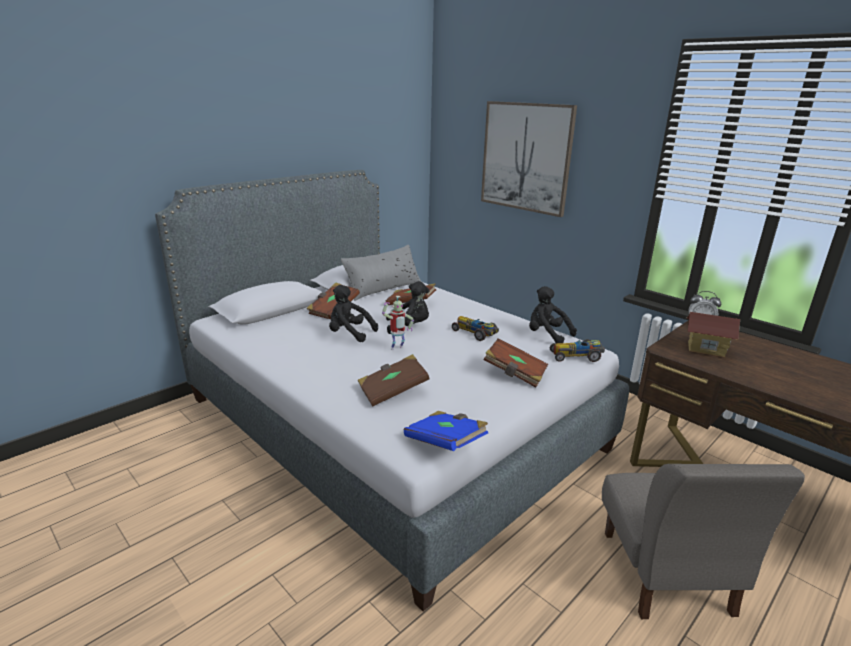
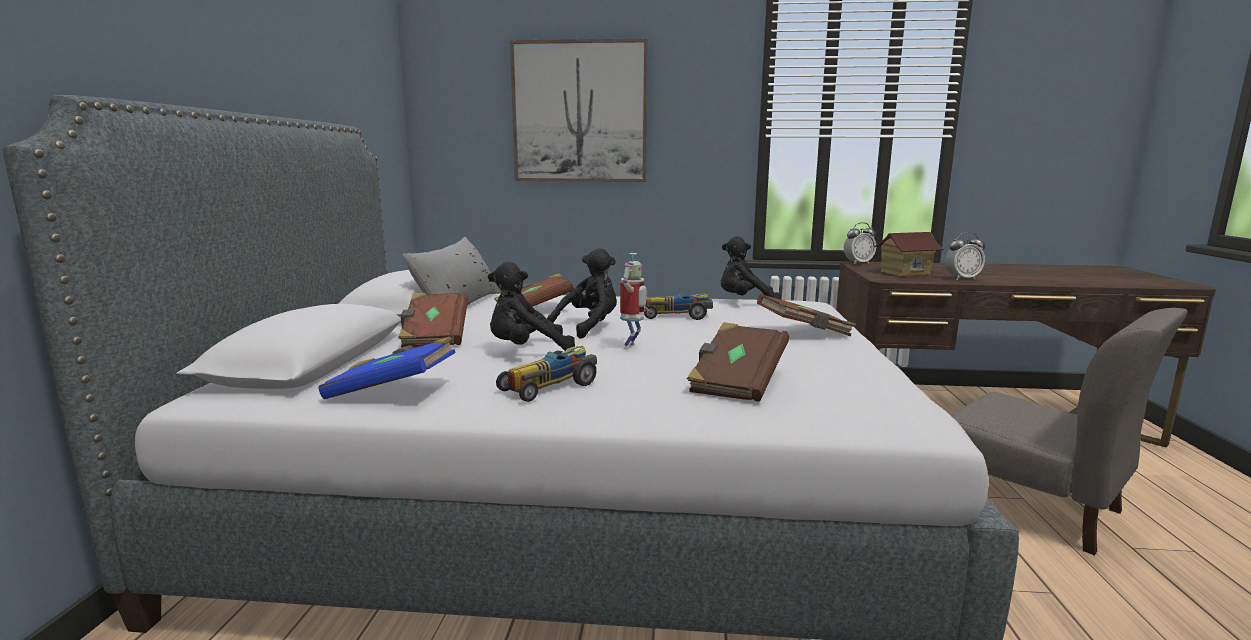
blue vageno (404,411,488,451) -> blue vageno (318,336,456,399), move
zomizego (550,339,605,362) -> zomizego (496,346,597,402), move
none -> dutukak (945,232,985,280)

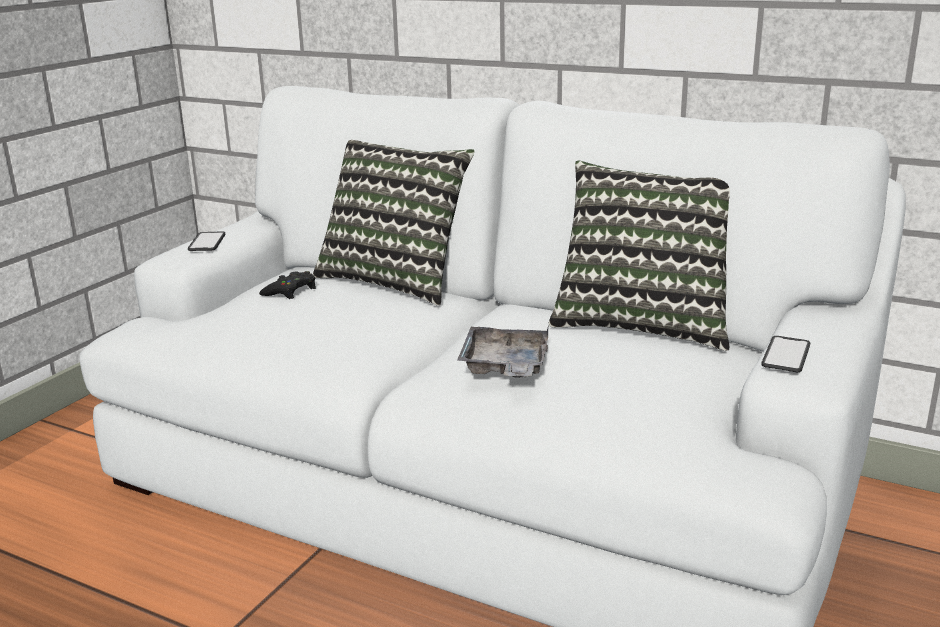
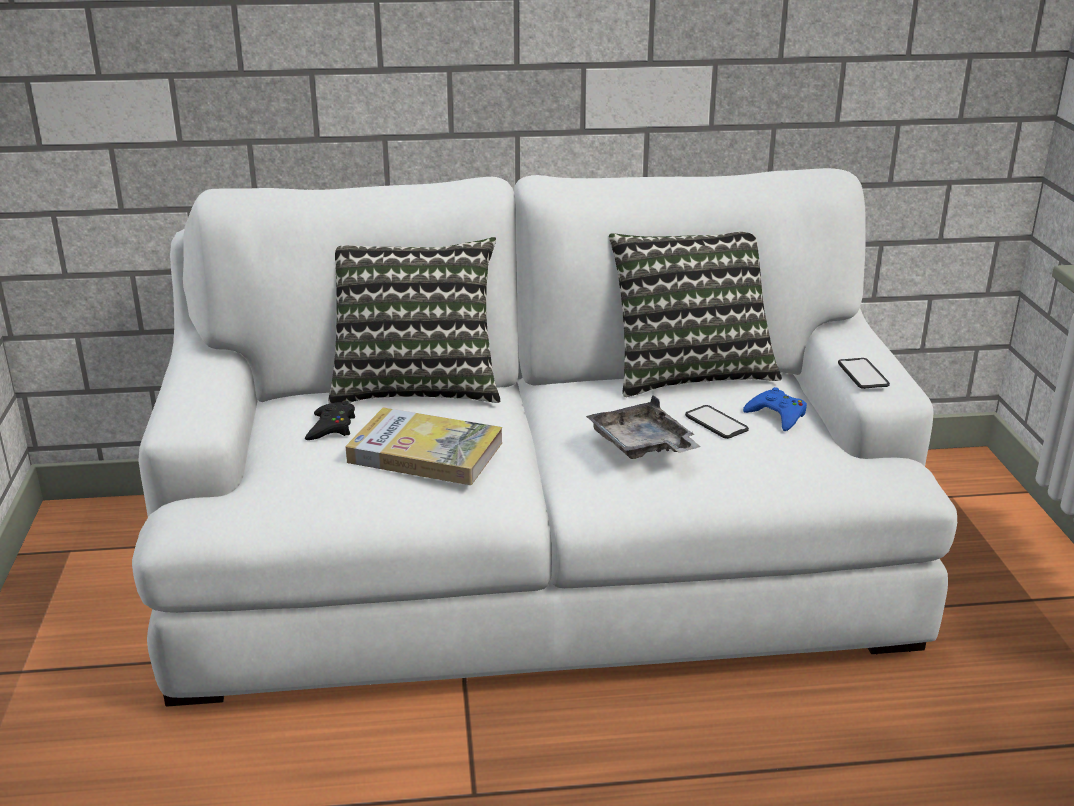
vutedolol (188,231,225,251) -> vutedolol (685,405,749,439), move
none -> vageno (345,408,503,485)
none -> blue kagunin (743,387,807,431)

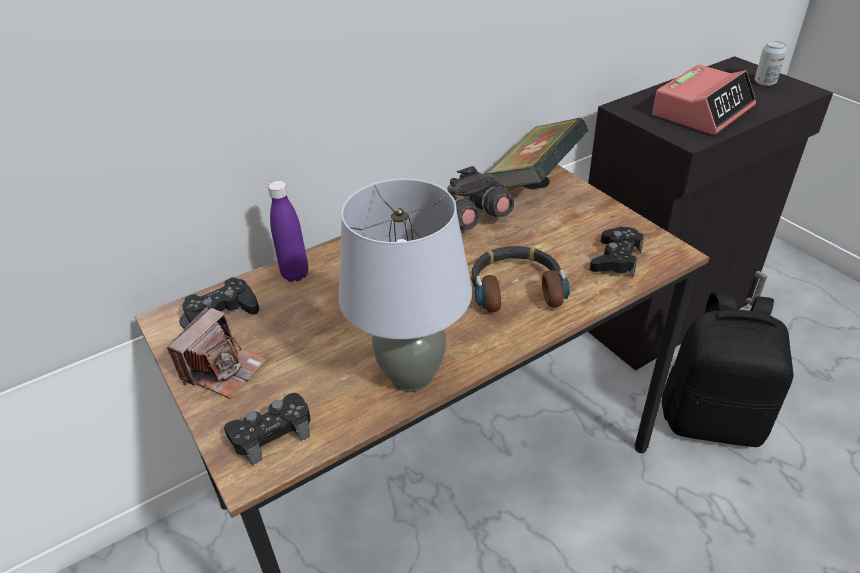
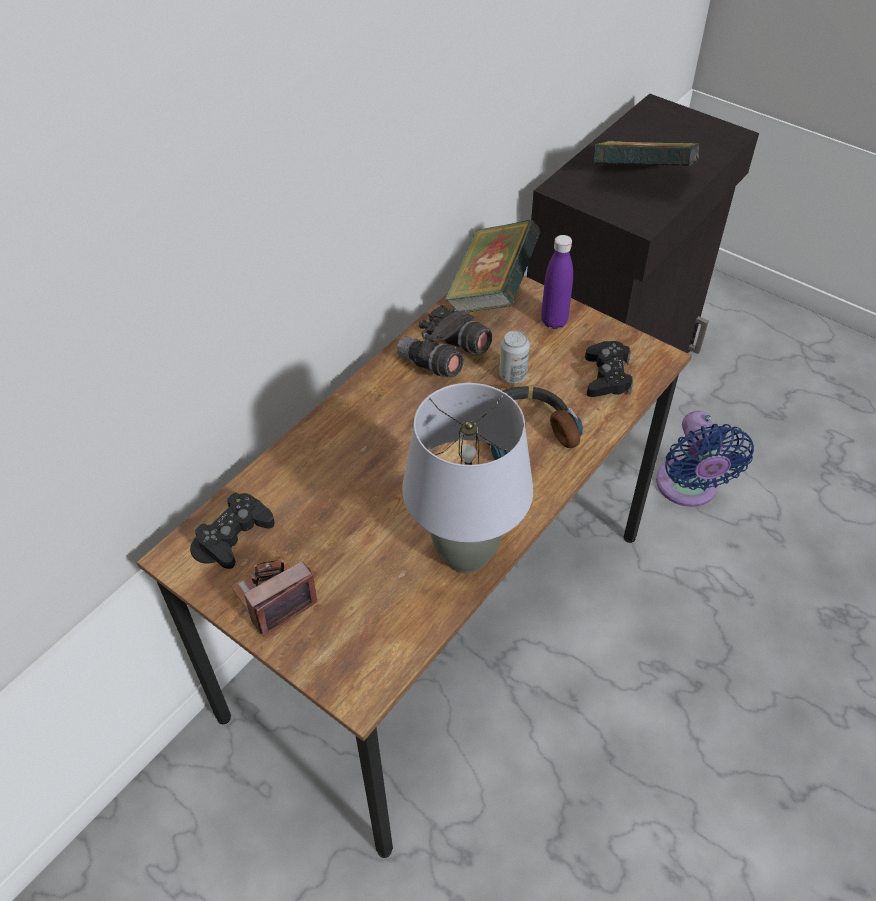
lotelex (167,307,267,399) -> lotelex (231,558,317,637), 135 degrees counterclockwise
black kagunin (224,393,311,465) -> none
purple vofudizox (268,181,308,282) -> purple vofudizox (541,235,573,329), move
dutukak (652,65,756,135) -> vageno (594,140,699,166)
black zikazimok (662,292,793,447) -> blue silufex (656,411,754,507)
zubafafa (755,41,786,86) -> zubafafa (499,330,530,384), move

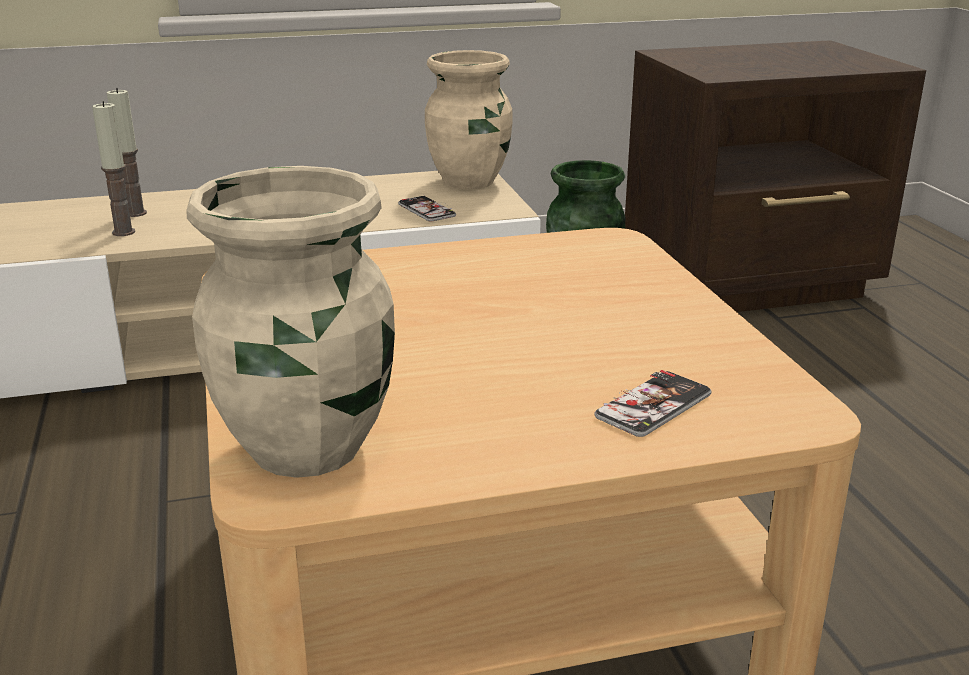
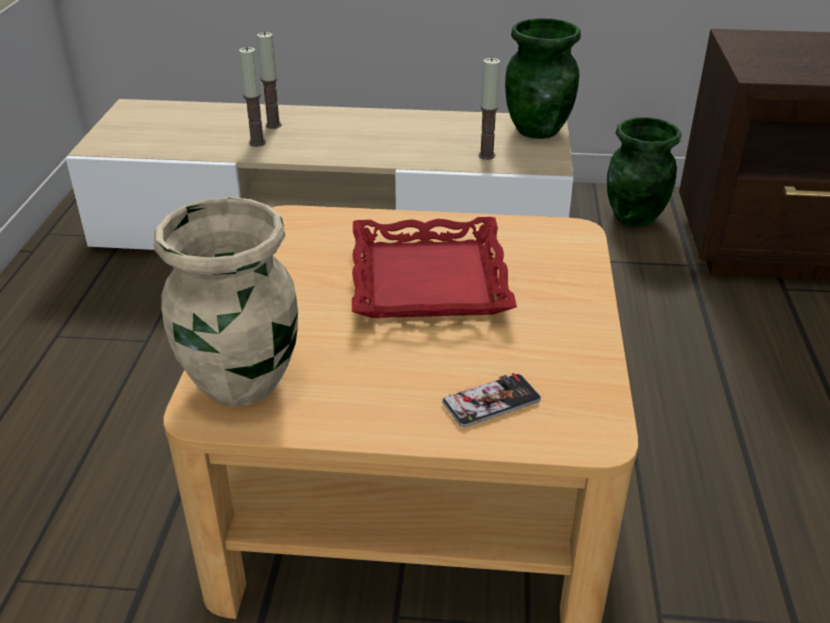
vutedolol (398,196,456,221) -> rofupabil (478,57,500,160)
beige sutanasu (425,50,512,189) -> green sutanasu (505,18,581,139)
none -> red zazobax (352,217,517,318)

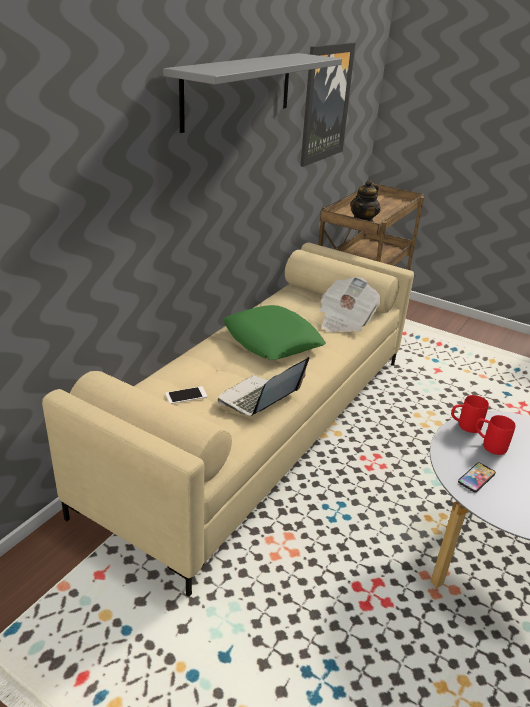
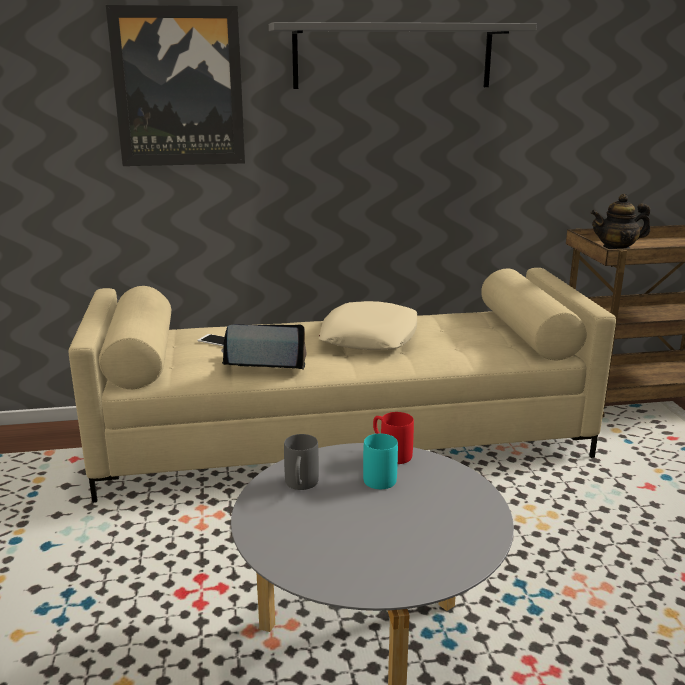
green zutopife (223,305,326,360) -> beige zutopife (319,301,417,350)
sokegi (300,42,355,167) -> sokegi (106,5,245,166), move
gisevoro (320,277,381,332) -> none
vutedolol (458,462,496,492) -> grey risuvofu (284,434,319,490)
red risuvofu (475,415,516,455) -> turquoise risuvofu (363,434,398,489)

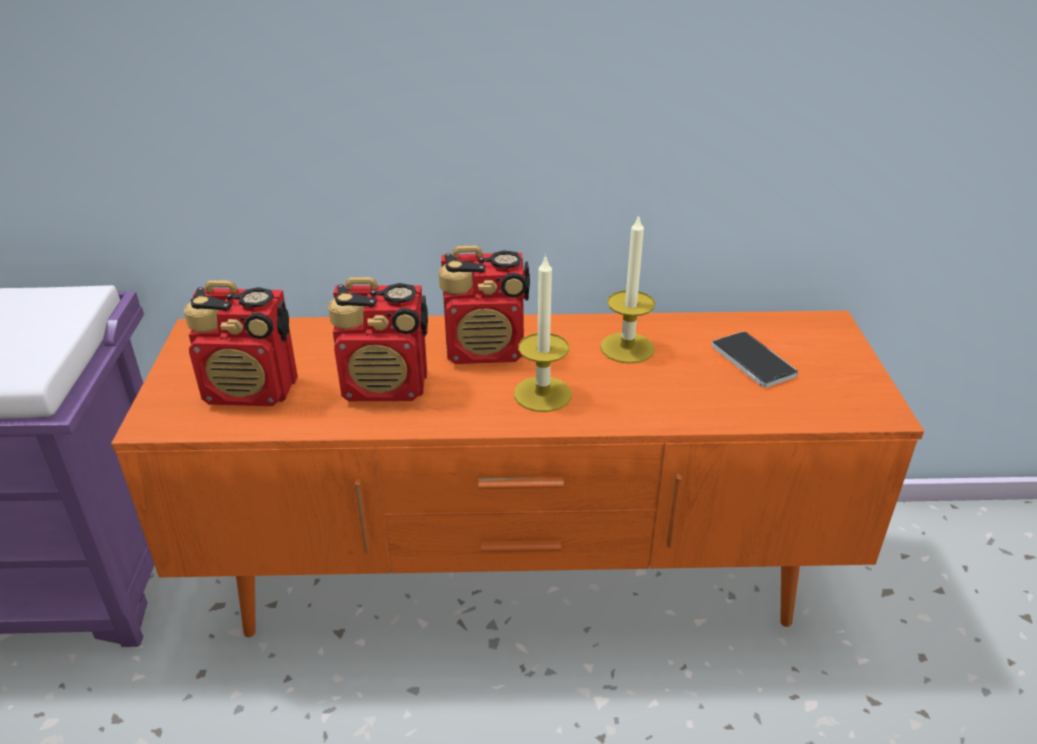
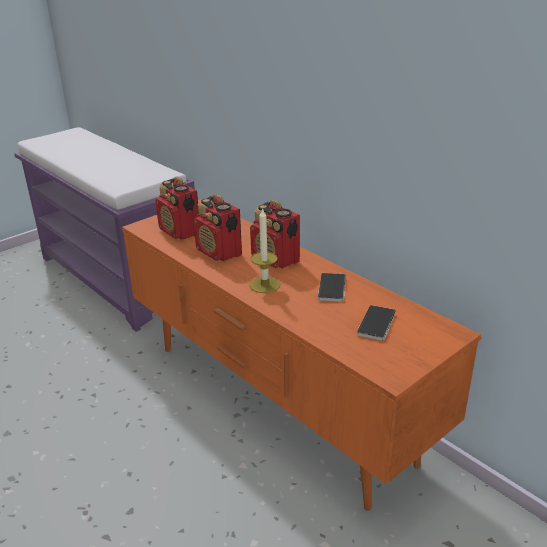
rofupabil (600,214,655,364) -> vutedolol (318,273,346,302)

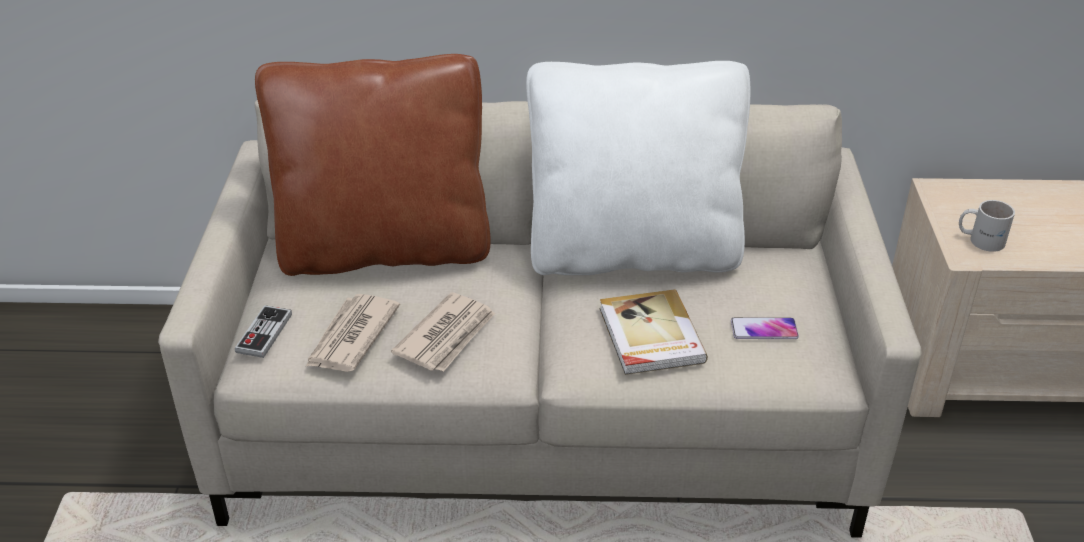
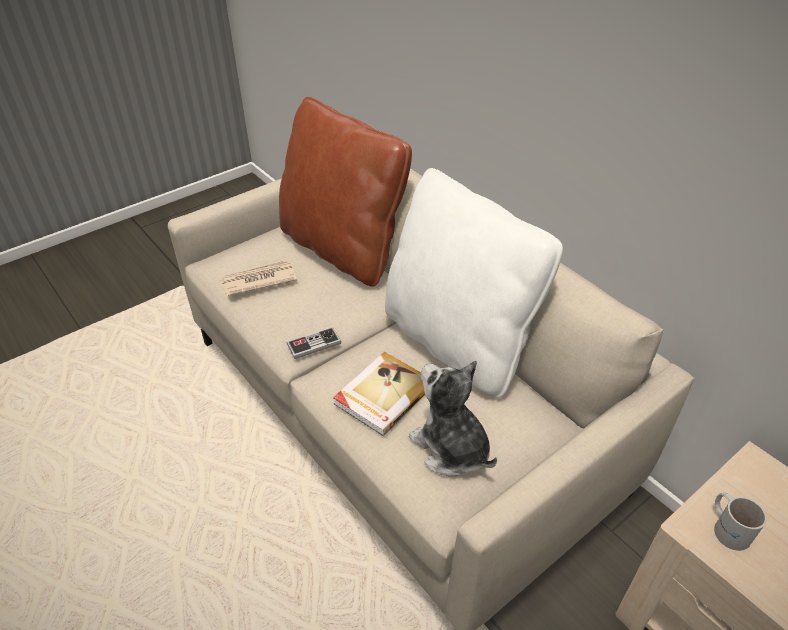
kagunin (235,305,292,358) -> kagunin (286,327,341,359), move
gisevoro (391,292,495,372) -> none
vutedolol (731,317,799,339) -> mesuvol (409,361,497,477)

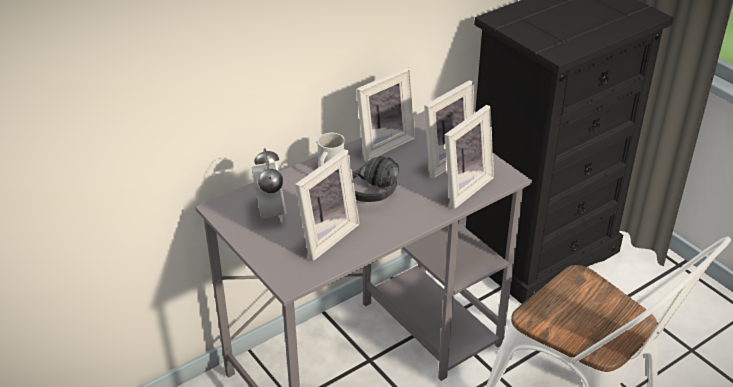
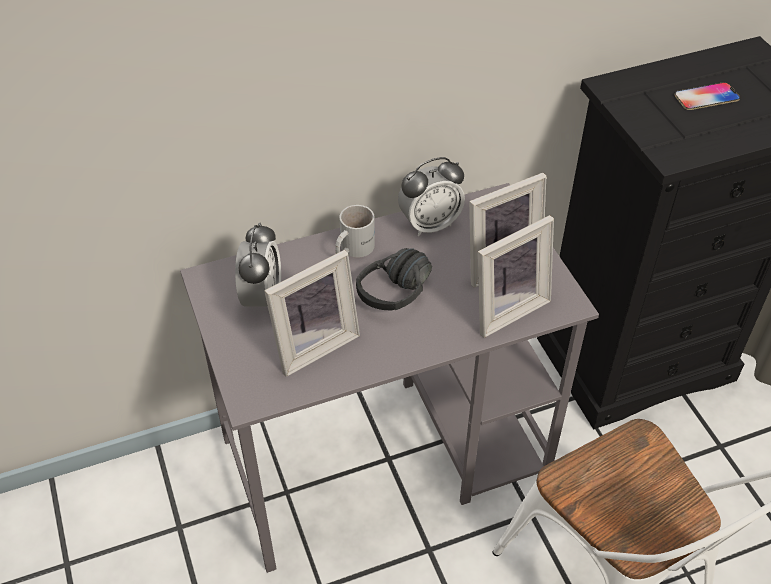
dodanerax (356,67,415,162) -> dutukak (398,157,465,236)
none -> vutedolol (674,82,740,110)

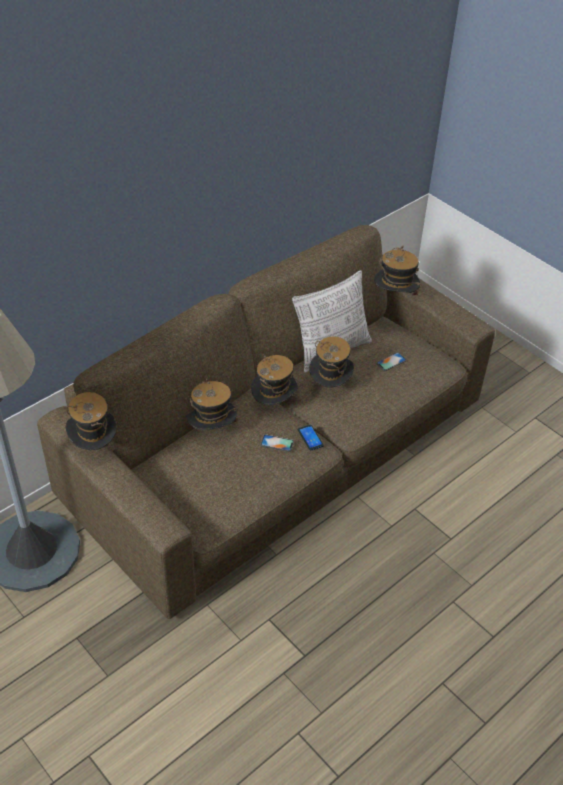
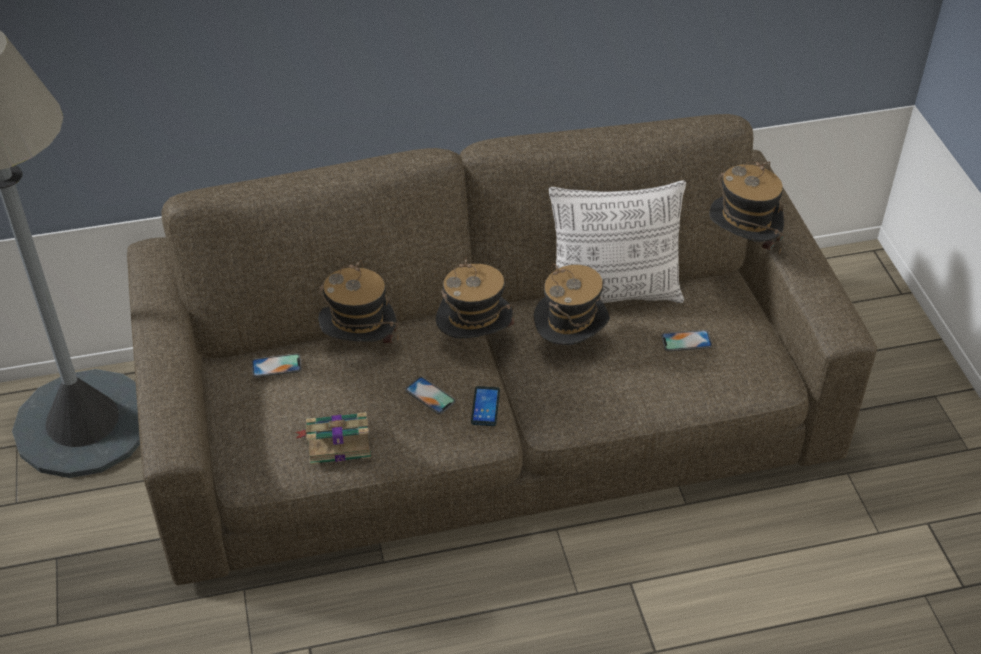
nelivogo (65,392,117,450) -> none
none -> vutedolol (252,353,302,377)
none -> vageno (296,412,371,465)

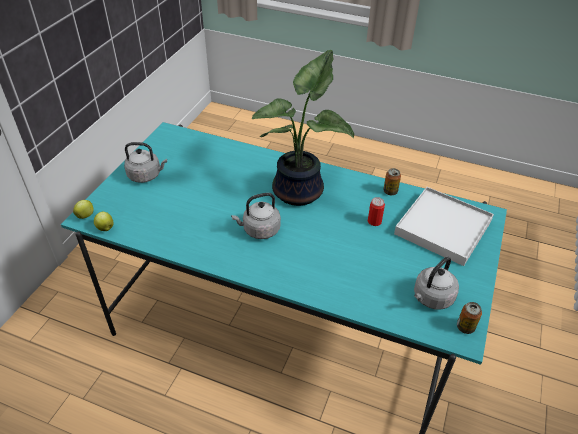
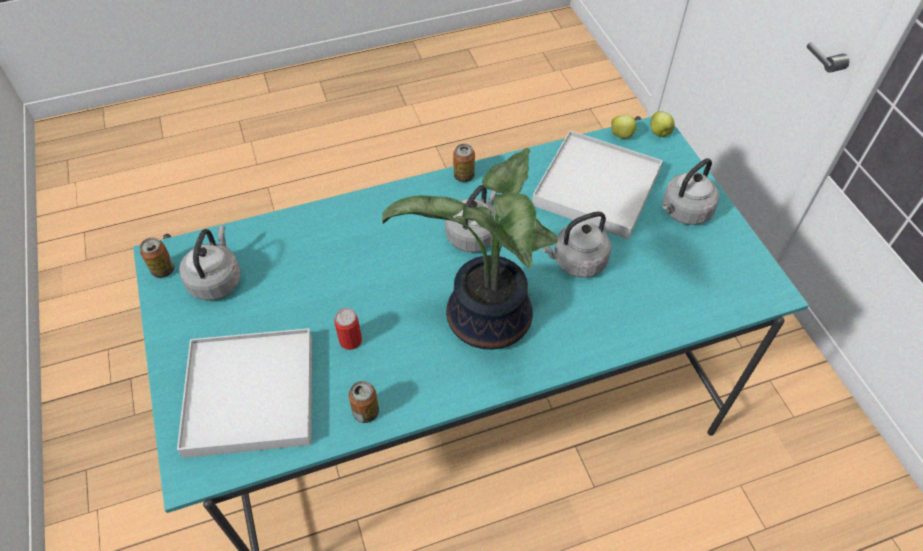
none -> zubafafa (453,144,475,182)
none -> white zazobax (532,131,663,239)
none -> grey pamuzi (542,211,611,278)

